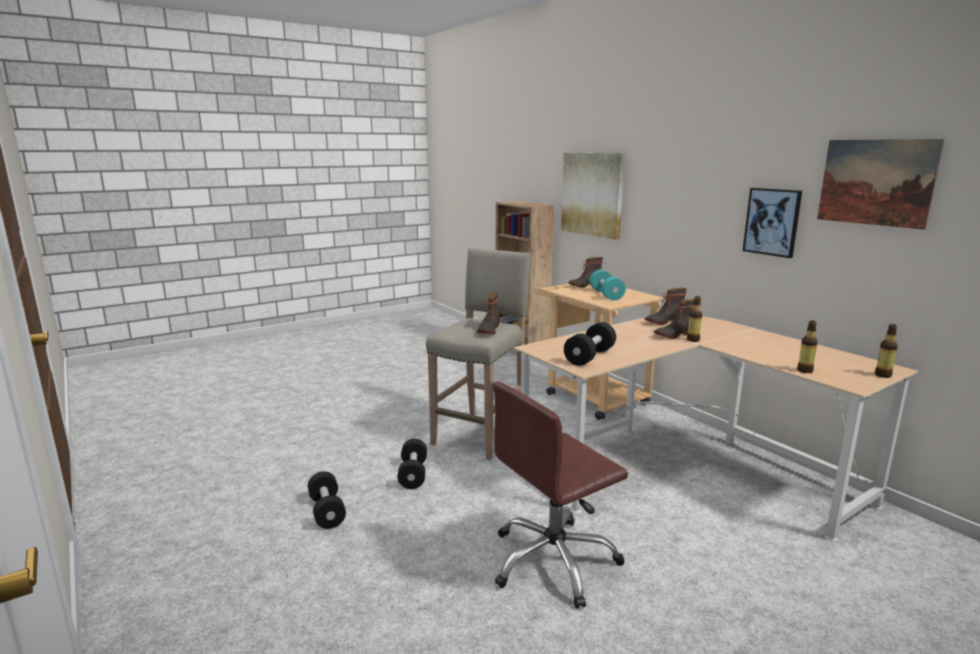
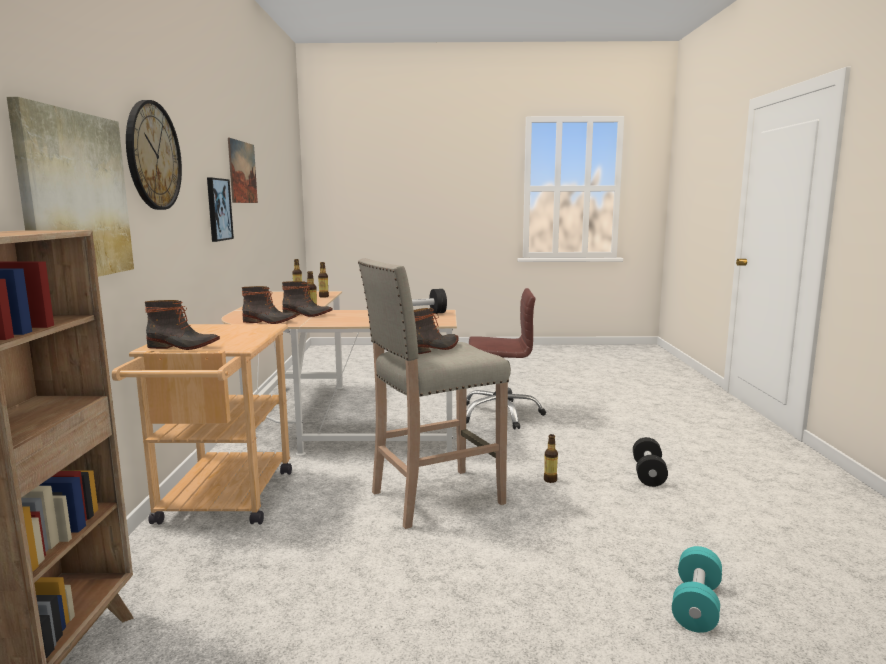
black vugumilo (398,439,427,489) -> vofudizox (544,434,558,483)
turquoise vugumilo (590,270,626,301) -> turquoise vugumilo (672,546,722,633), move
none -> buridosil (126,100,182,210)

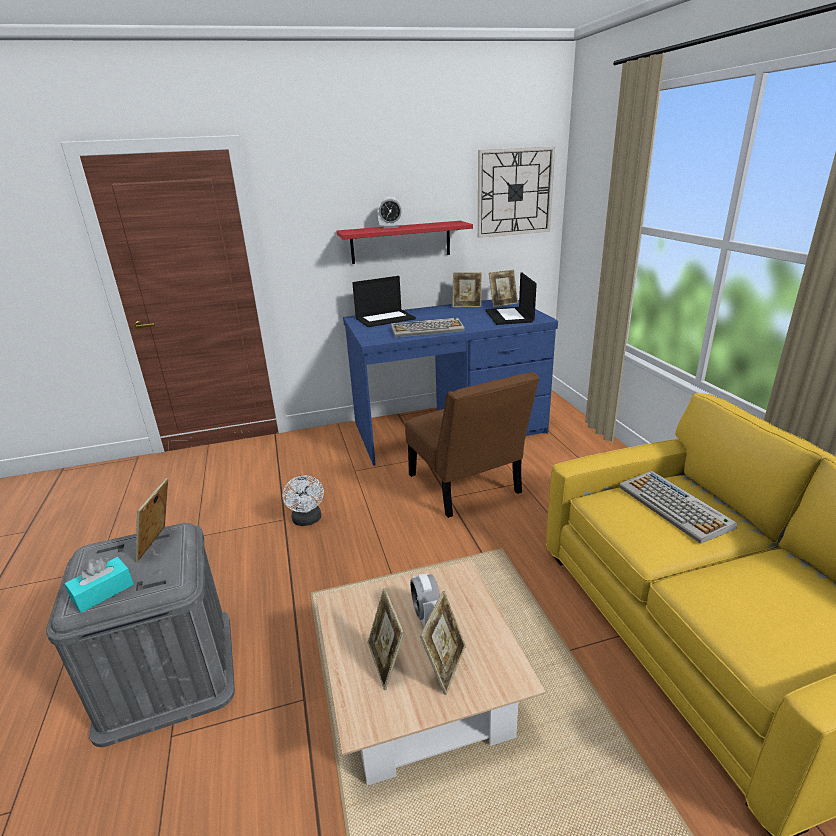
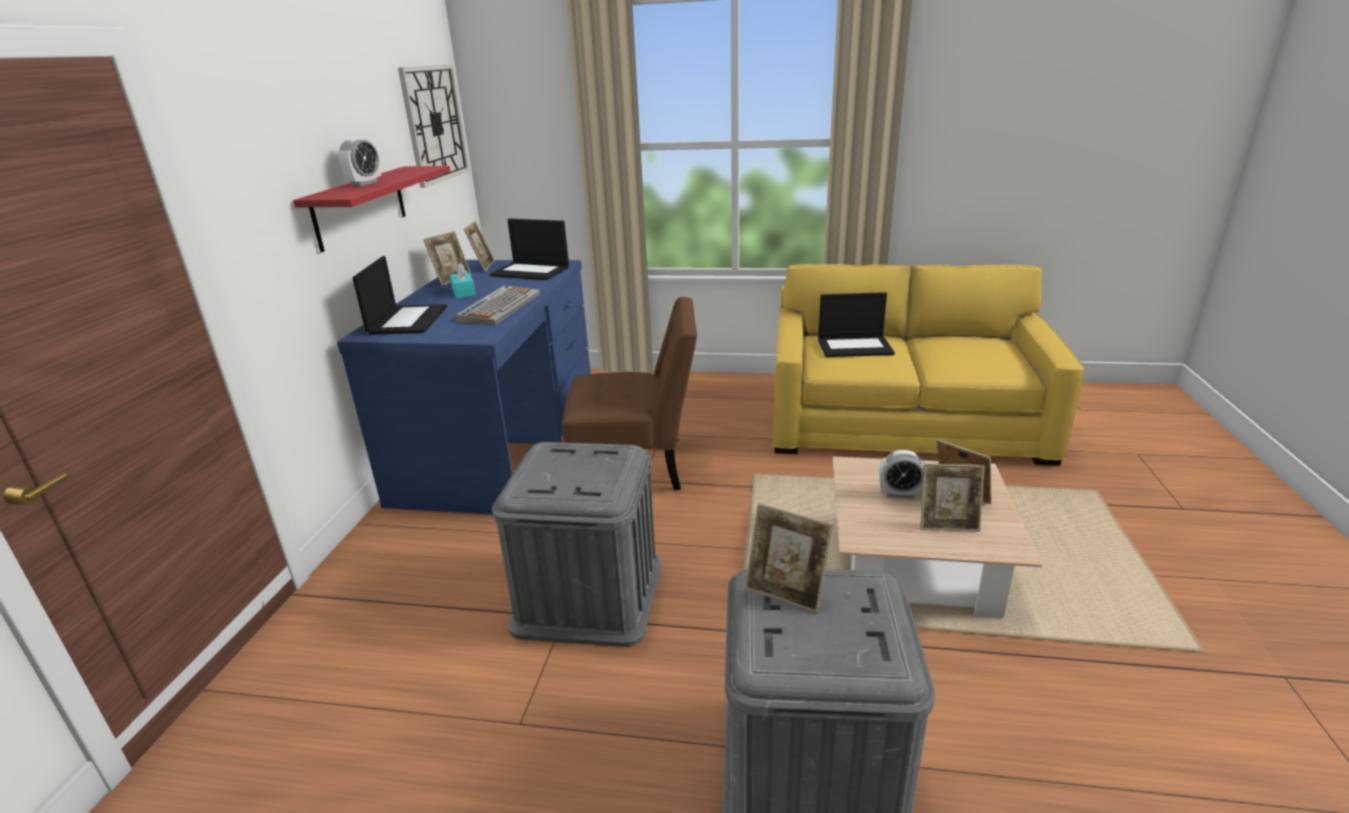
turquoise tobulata (65,557,134,613) -> turquoise tobulata (450,263,476,298), move
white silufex (282,475,324,526) -> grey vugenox (492,442,661,647)
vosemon (619,471,738,544) -> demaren (818,292,895,357)

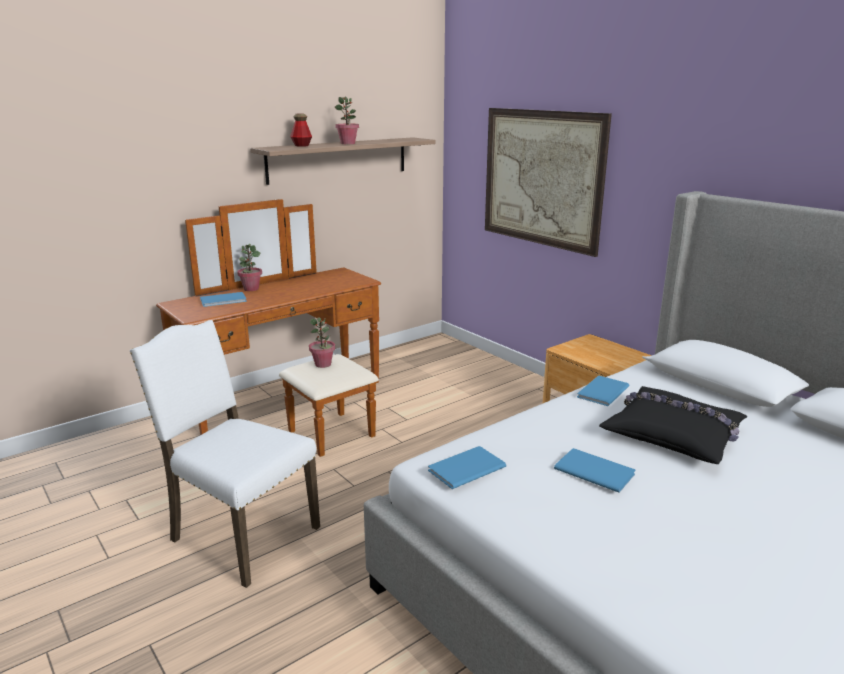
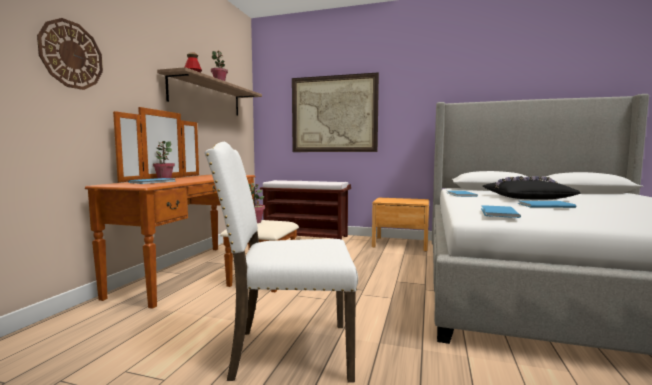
none -> buridosil (37,18,103,90)
none -> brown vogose (260,180,351,240)

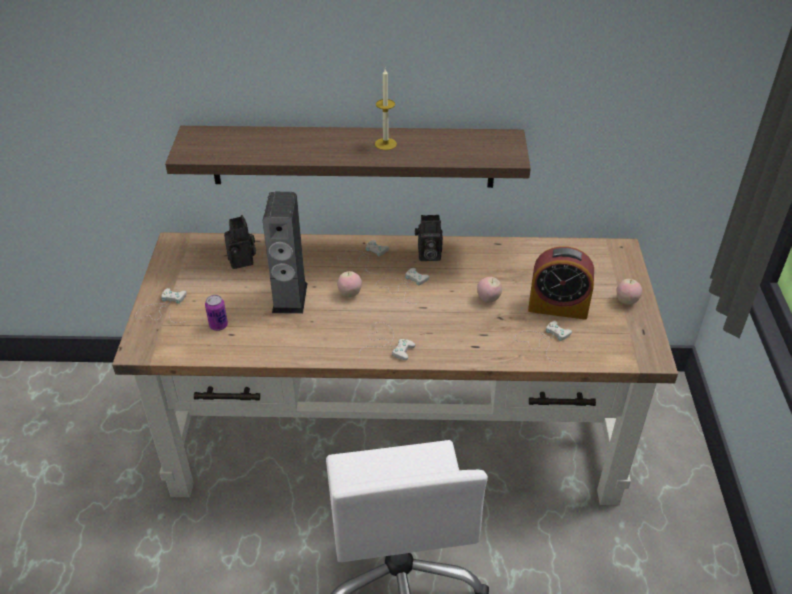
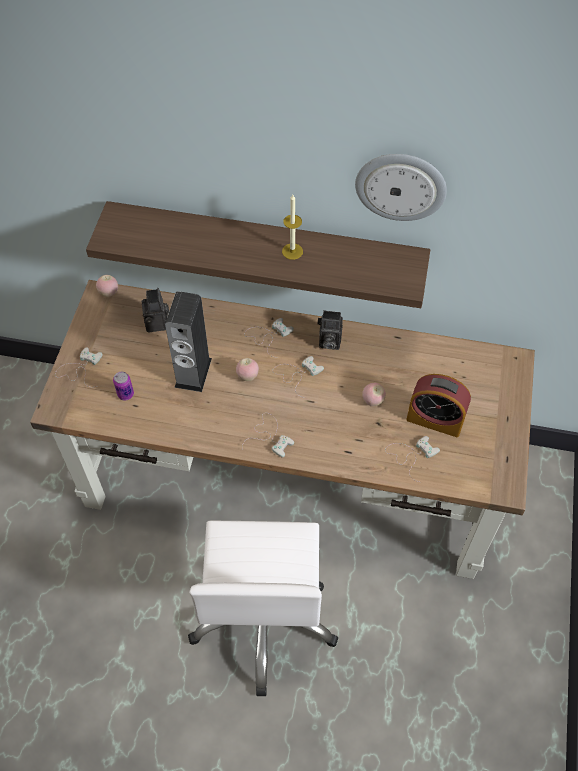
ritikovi (616,279,642,305) -> ritikovi (96,275,118,297), move
none -> buridosil (355,154,447,221)

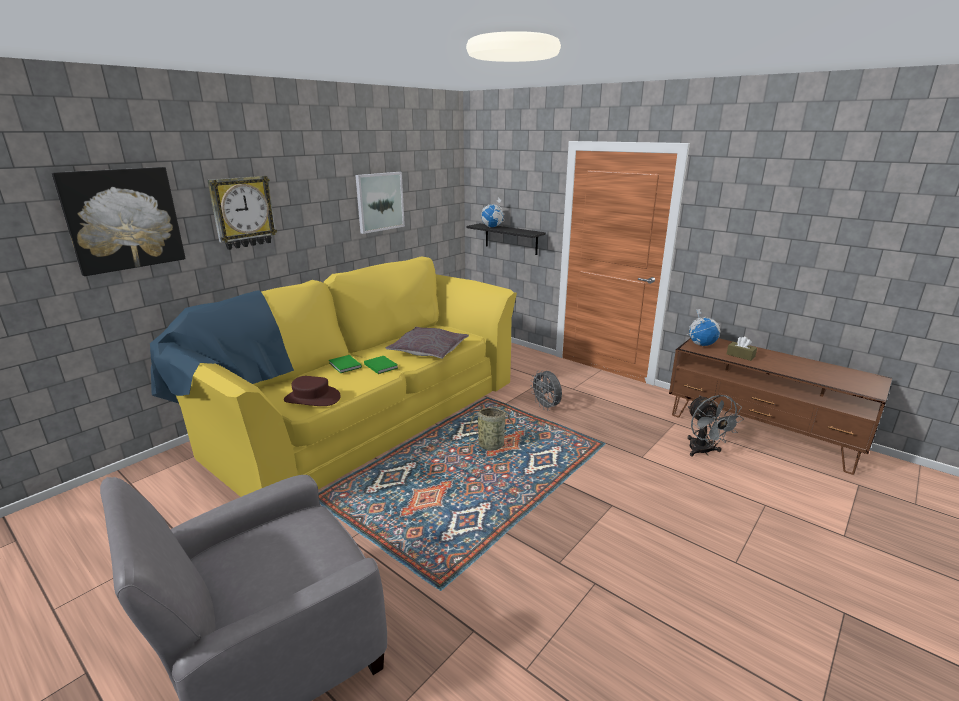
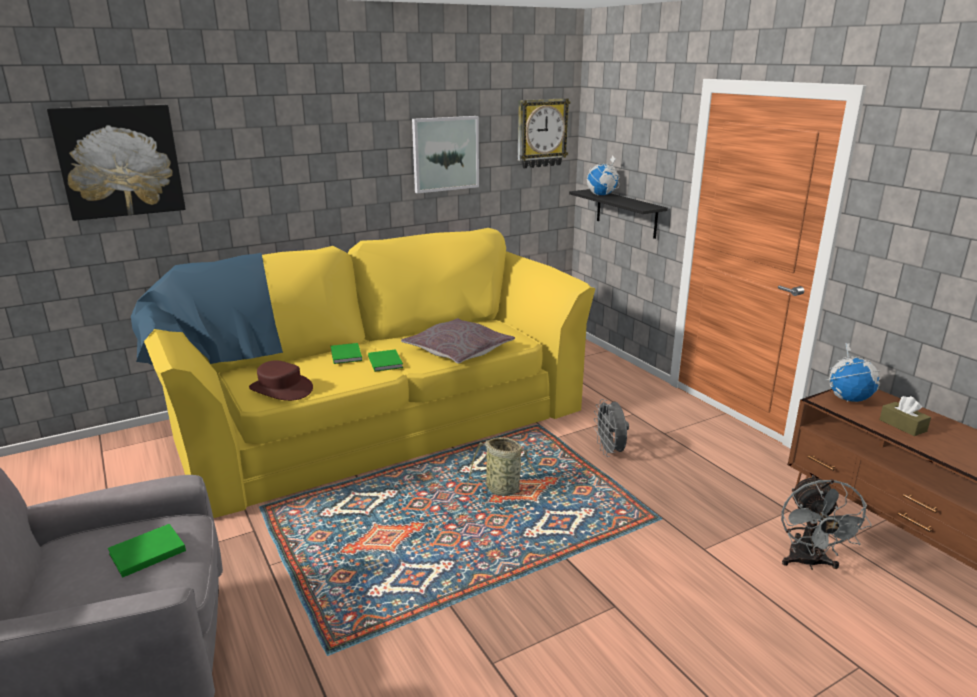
buridosil (207,176,277,250) -> buridosil (518,98,570,168), move
none -> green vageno (108,524,186,578)

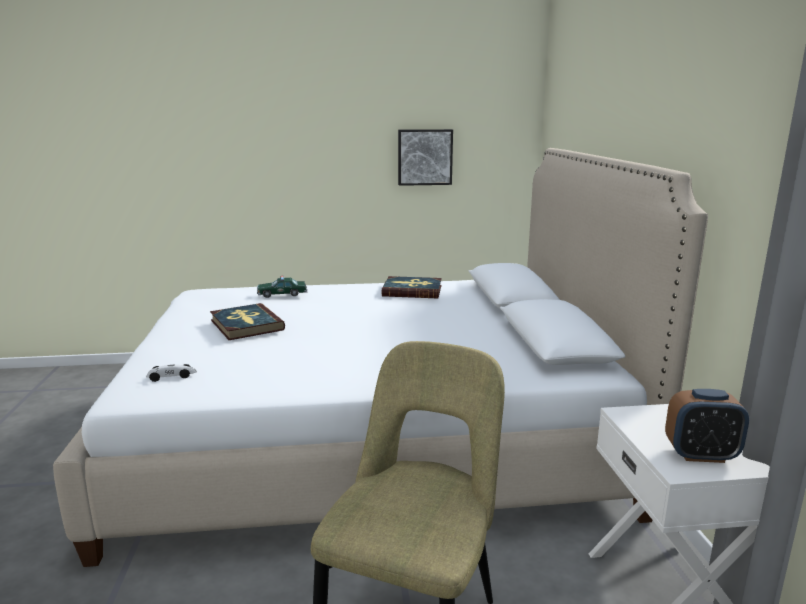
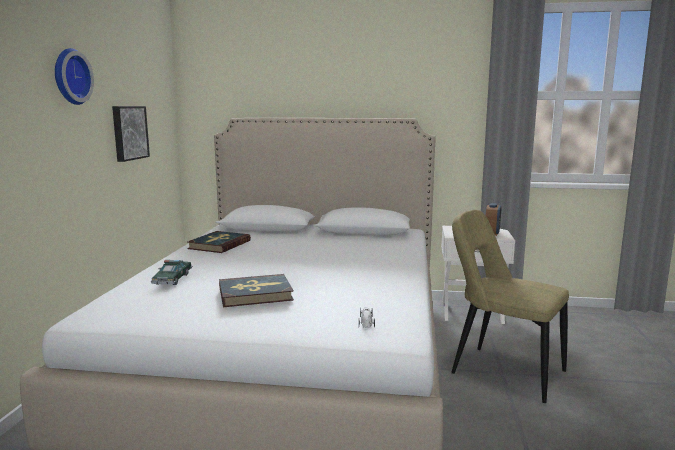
none -> buridosil (55,48,94,105)

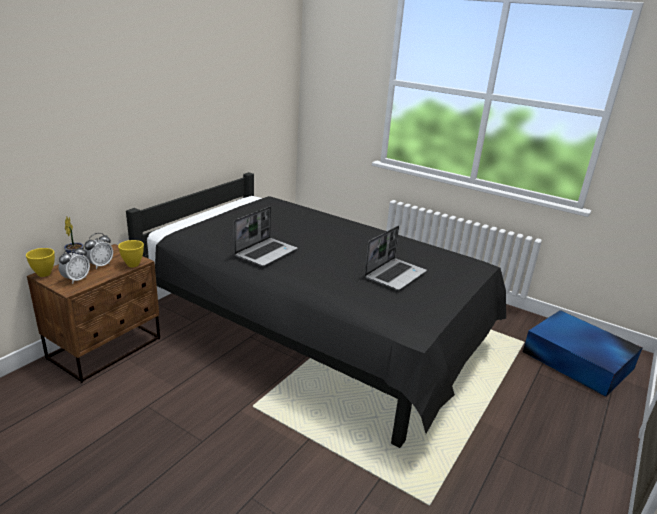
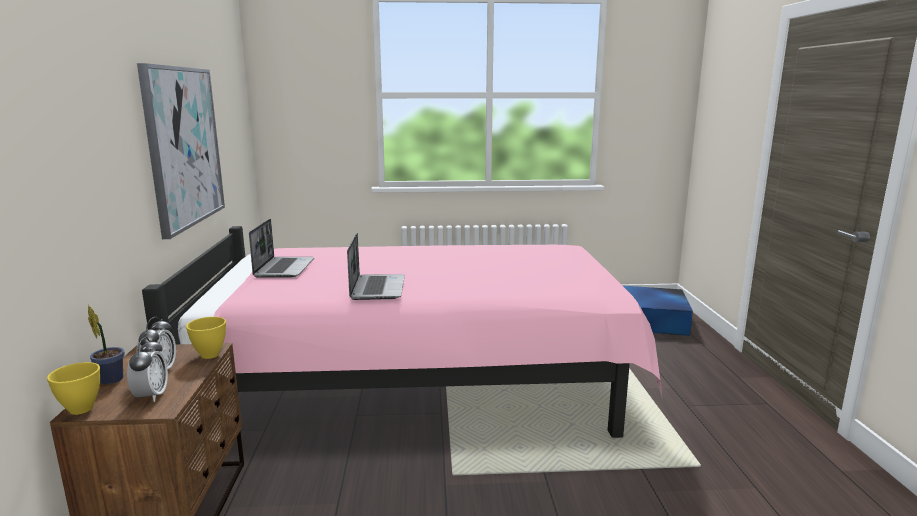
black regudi (126,172,506,448) -> pink regudi (142,226,663,438)
demaren (364,226,427,290) -> demaren (249,219,314,278), move
none -> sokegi (137,63,225,239)

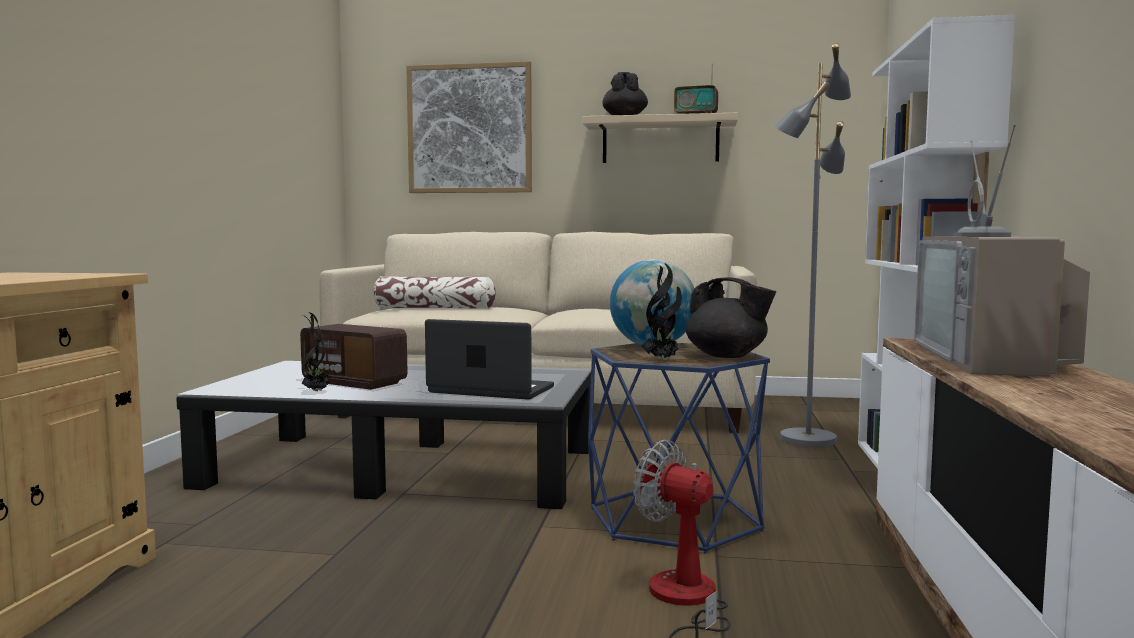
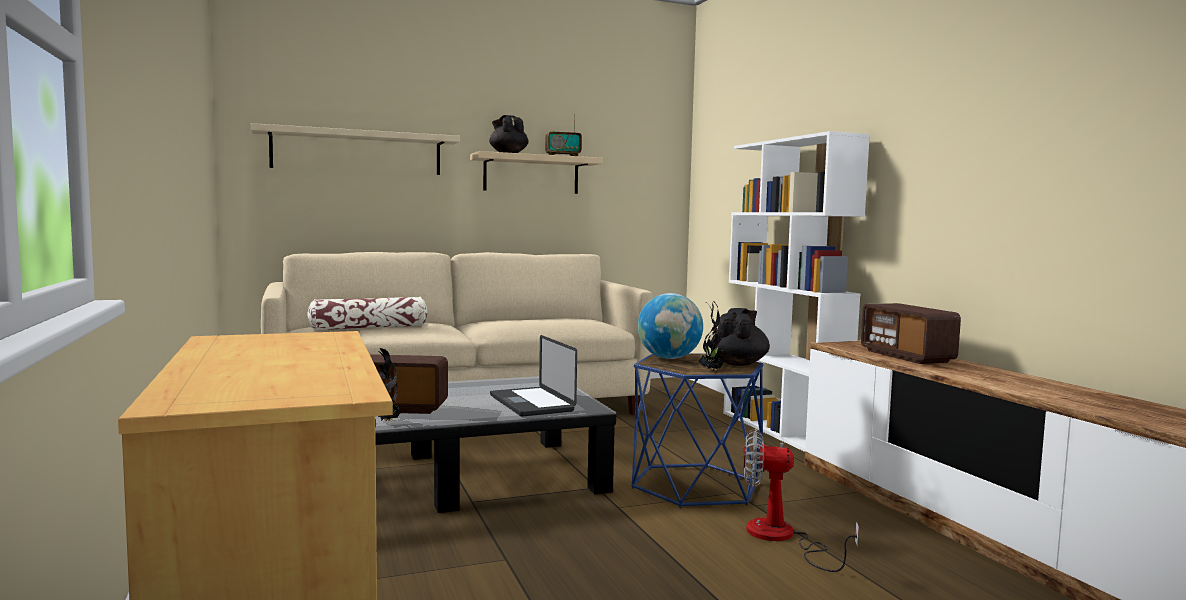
sokegi (406,61,532,193) -> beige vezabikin (250,123,460,175)
demaren (425,319,554,400) -> demaren (490,335,577,416), 105 degrees counterclockwise
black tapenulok (686,278,777,358) -> black tapenulok (711,308,770,366), 75 degrees counterclockwise
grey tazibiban (774,43,851,447) -> none
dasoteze (915,124,1090,377) -> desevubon (861,303,961,364)

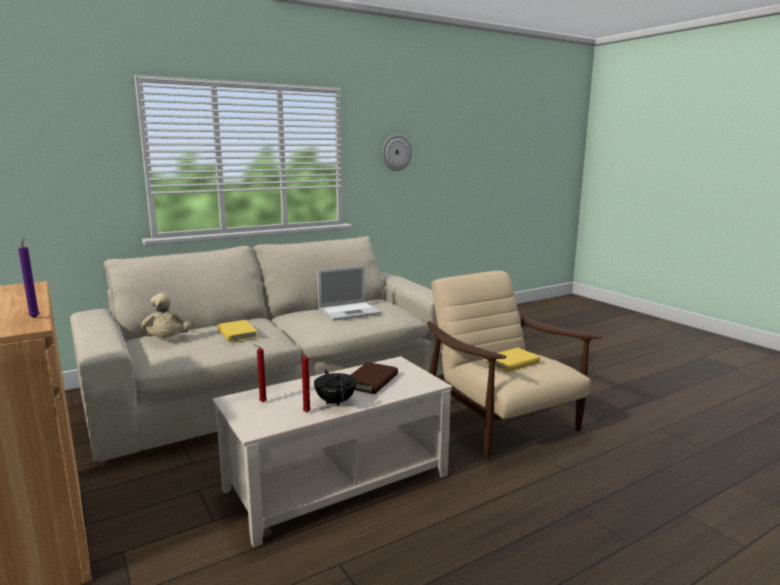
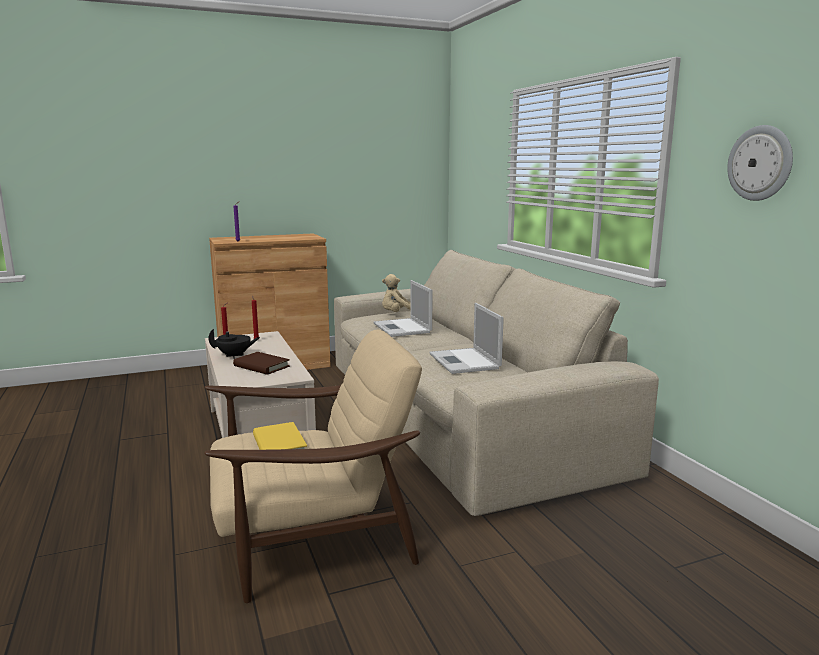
yellow vageno (217,320,258,342) -> demaren (374,280,433,337)

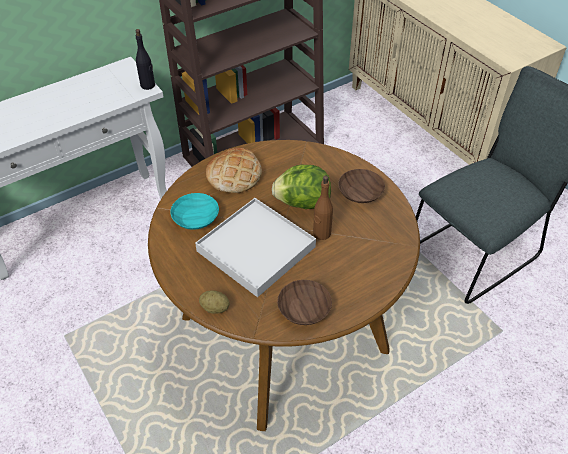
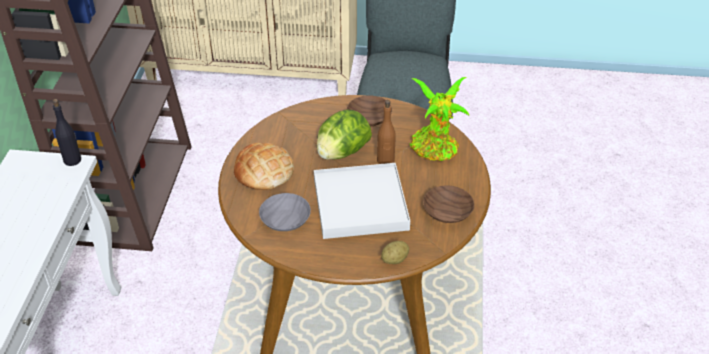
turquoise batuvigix (170,193,219,230) -> grey batuvigix (259,193,311,231)
none -> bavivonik (409,77,470,161)

